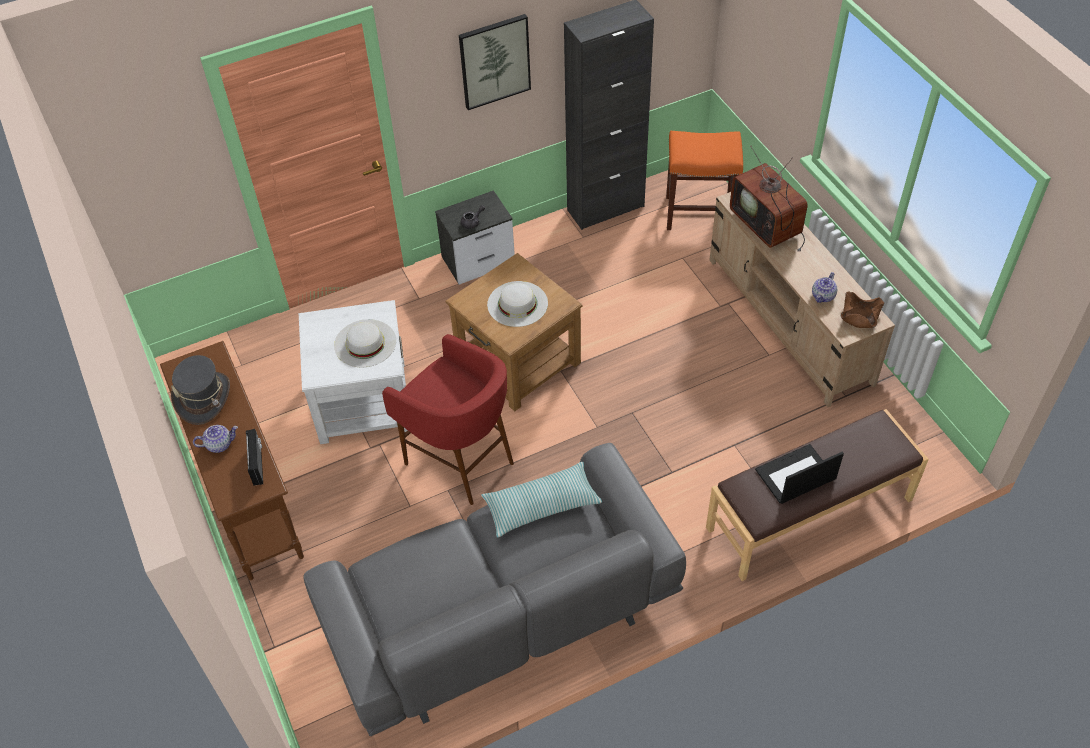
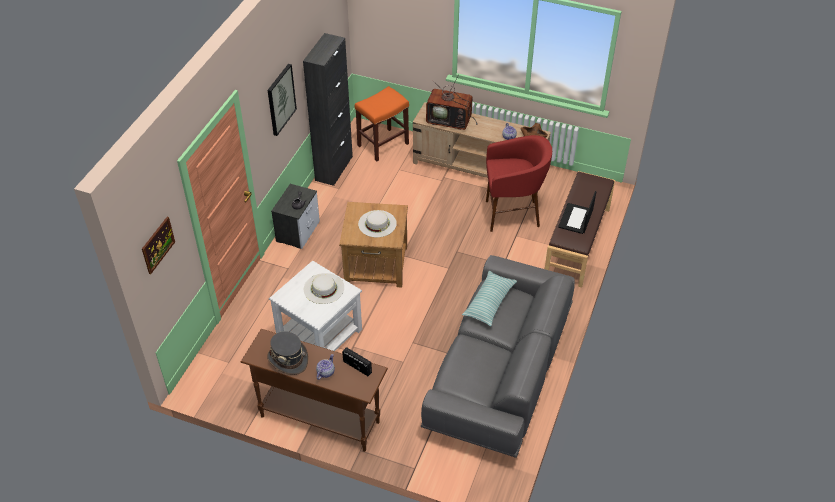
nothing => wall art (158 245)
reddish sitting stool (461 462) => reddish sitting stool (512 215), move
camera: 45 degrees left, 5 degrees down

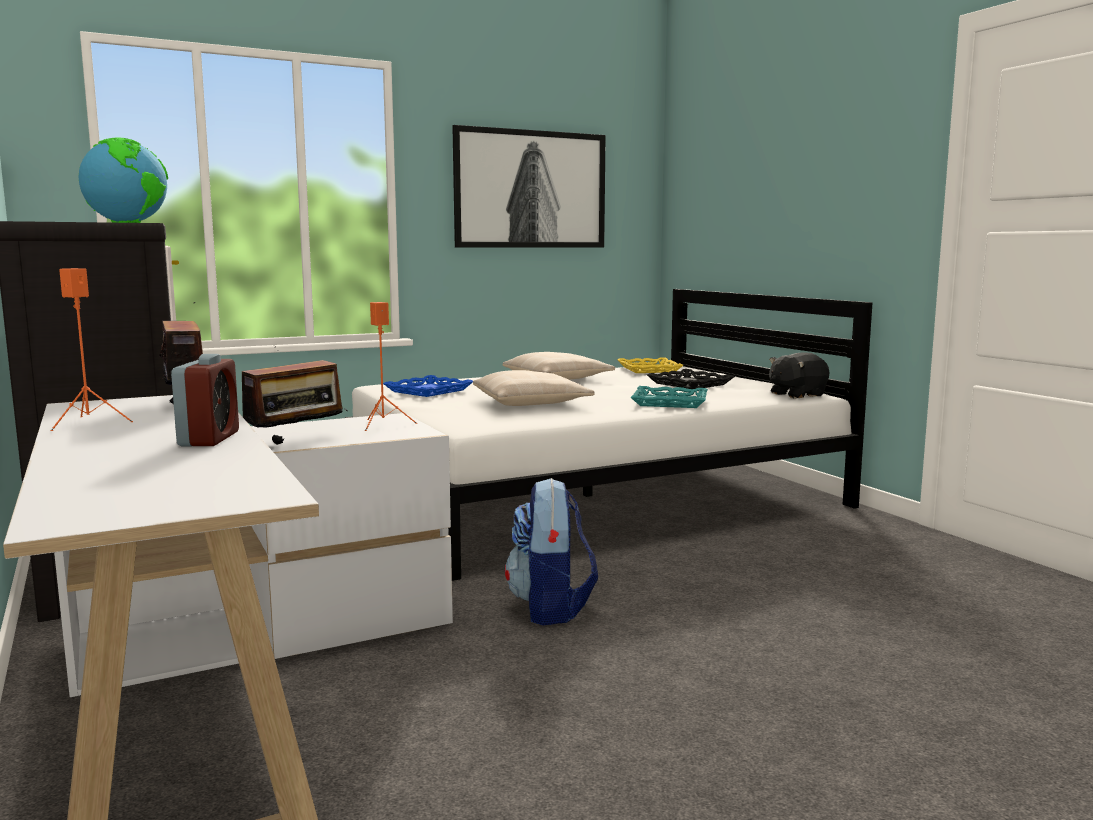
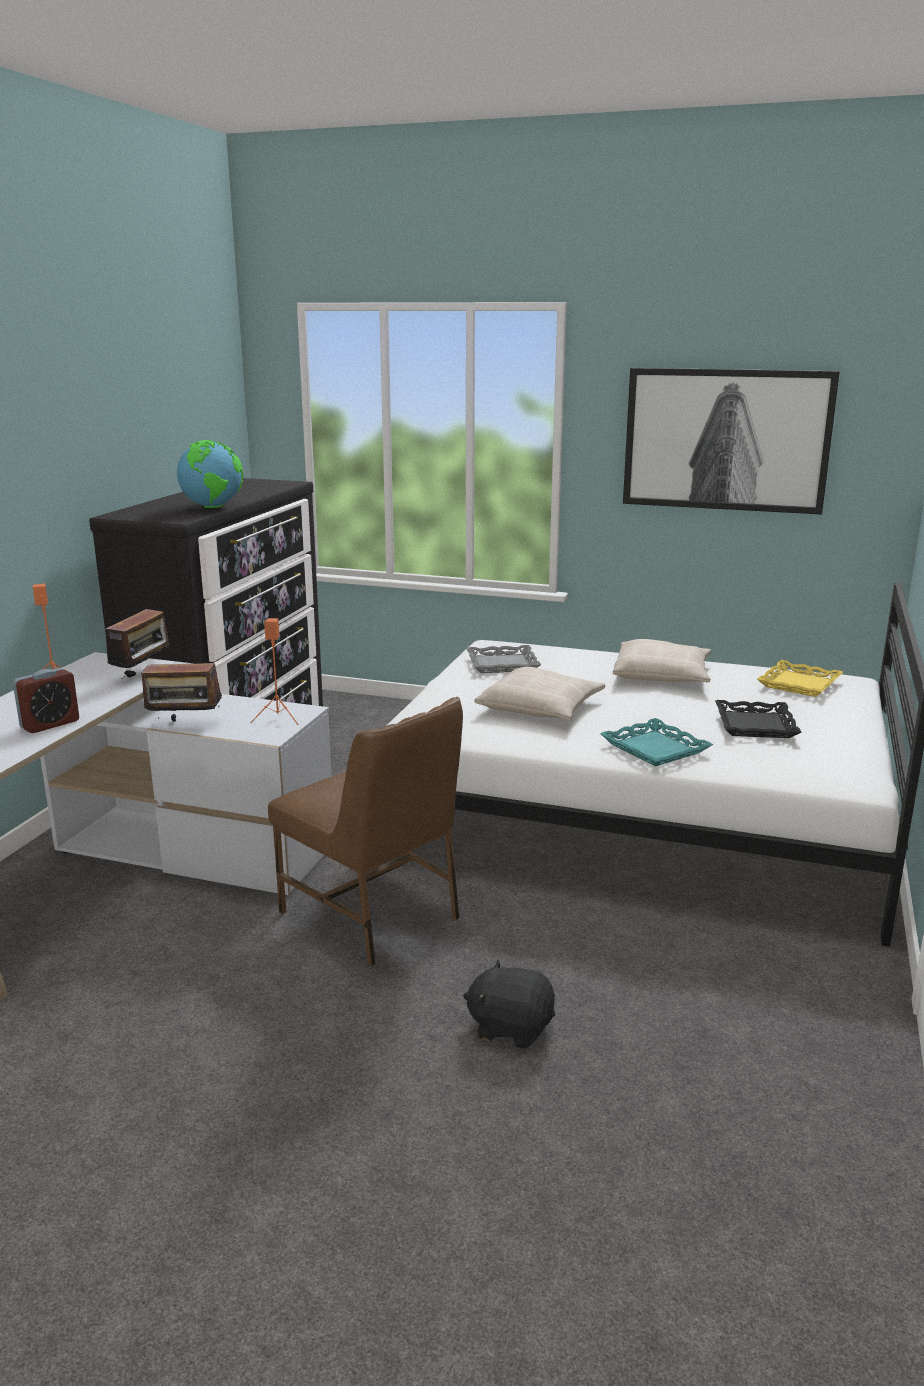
rucksack (551 608) => brown upright chair (372 915)
blackish plush toy (796 395) => blackish plush toy (510 1027), move
bluish carrying tray (428 391) => greyish carrying tray (502 664)
camera: 45 degrees right, 10 degrees up

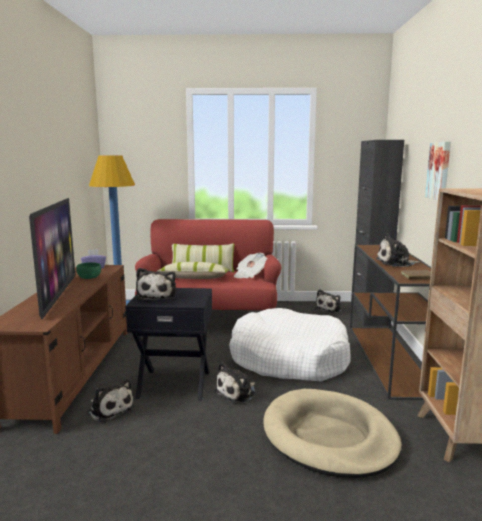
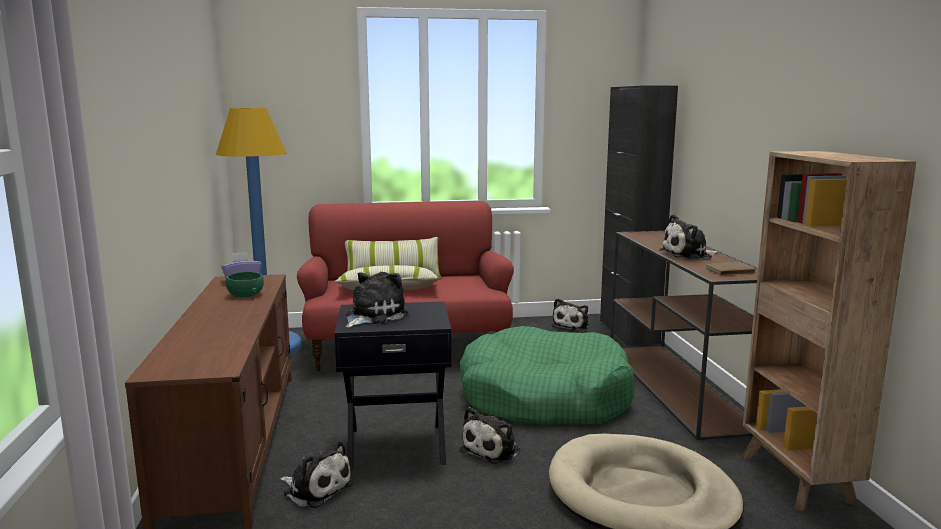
plush toy (158 296) => plush toy (373 316), 135 degrees counterclockwise
white-coloured dog cushion (289 359) => green-coloured dog cushion (544 397)
television (58 294) => nothing
daily paper (250 275) => nothing
wall art (440 170) => nothing
camera: 10 degrees left, 0 degrees up

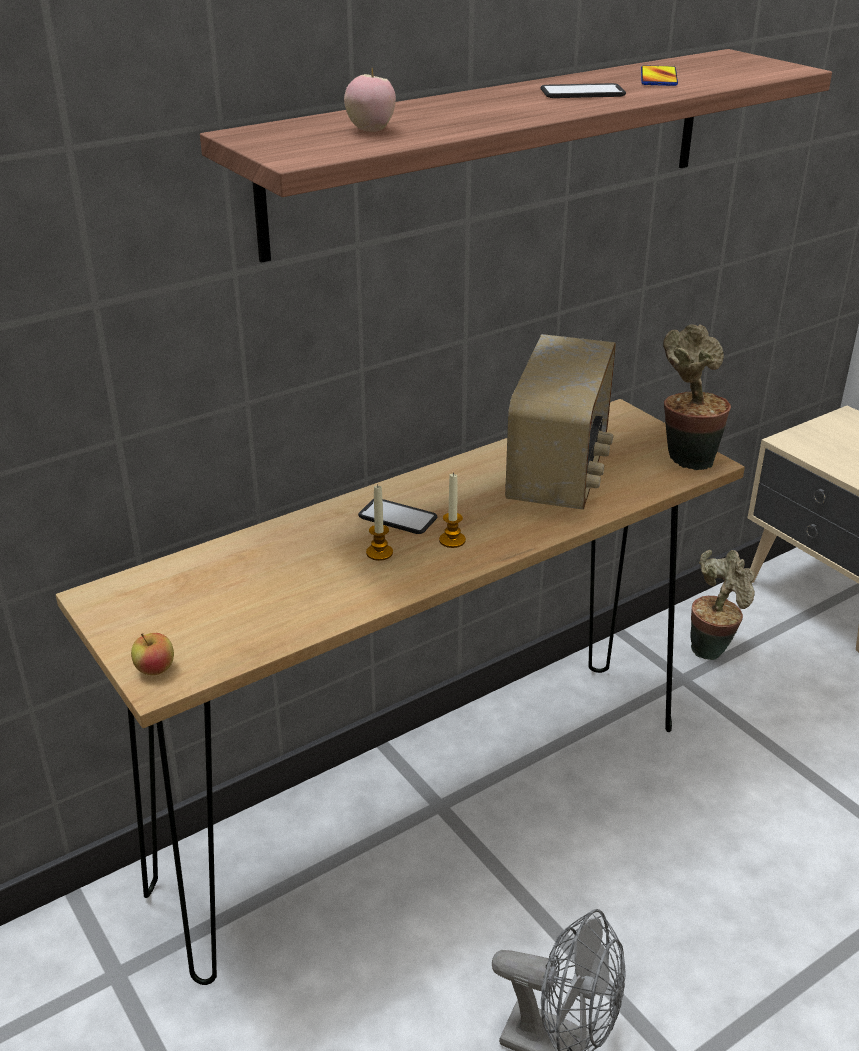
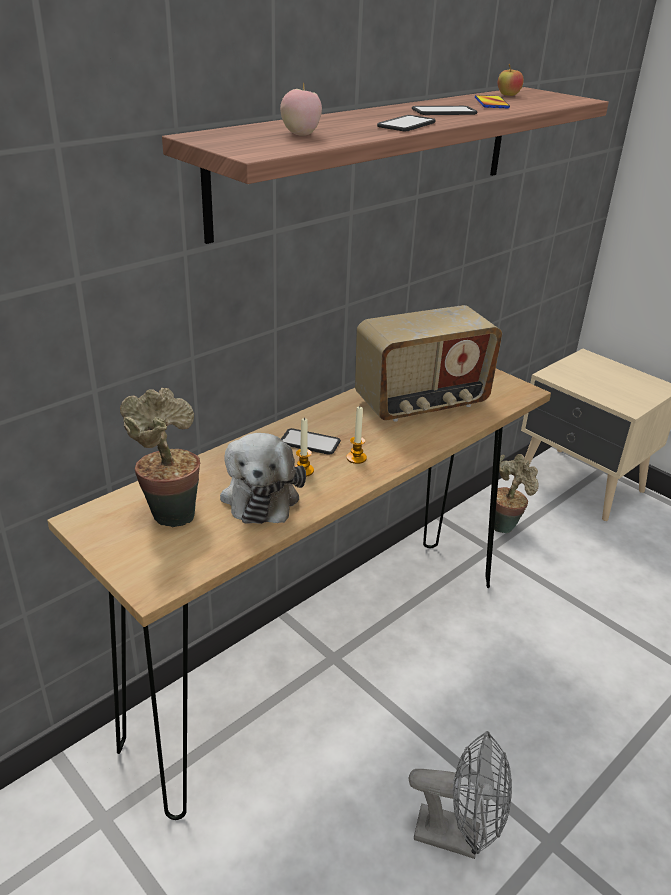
potted plant (686 457) => potted plant (170 512), move
nothing => plush toy (261 495)
radio set (560 474) => radio set (422 404), 60 degrees clockwise
nothing => handset (406 125)
whole apple (155 669) => whole apple (508 95), move
camera: 10 degrees left, 0 degrees up

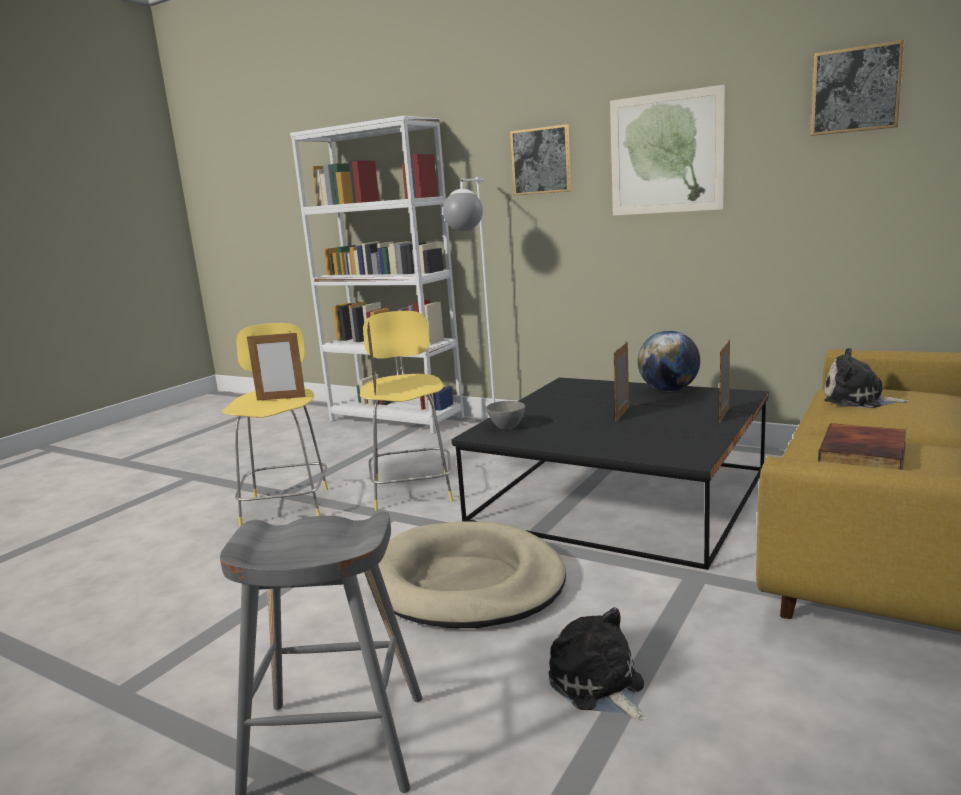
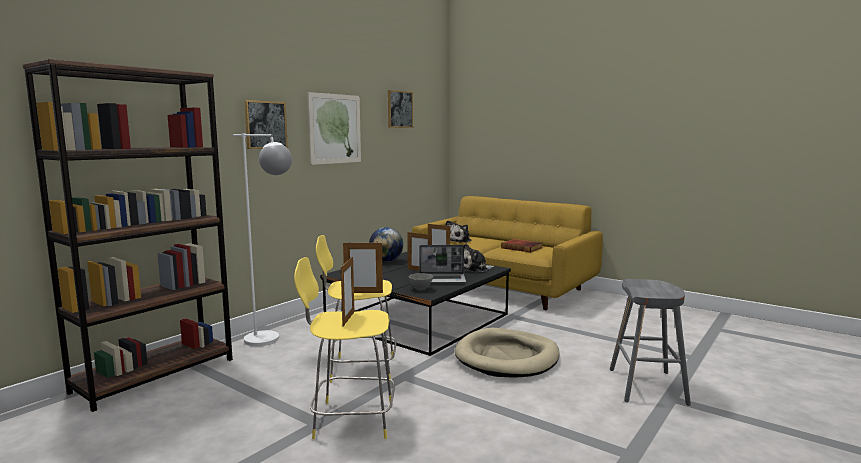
white-coloured shelving unit (396 419) => brown shelving unit (155 375)
nothing => notebook computer (442 279)
plush toy (598 686) => plush toy (475 269), move
camera: 85 degrees left, 5 degrees down

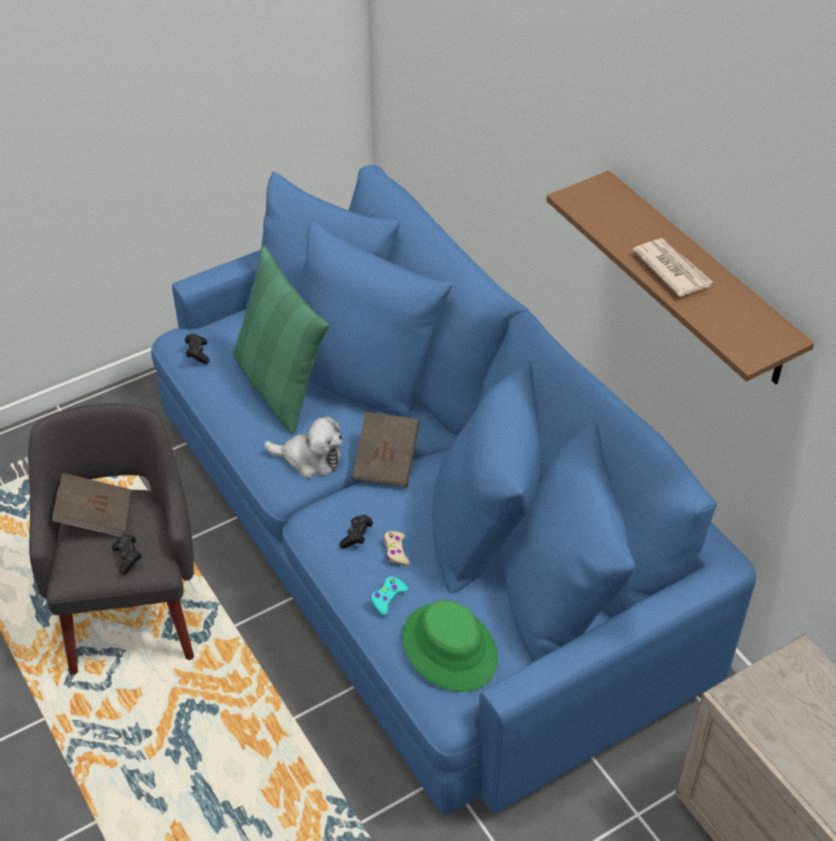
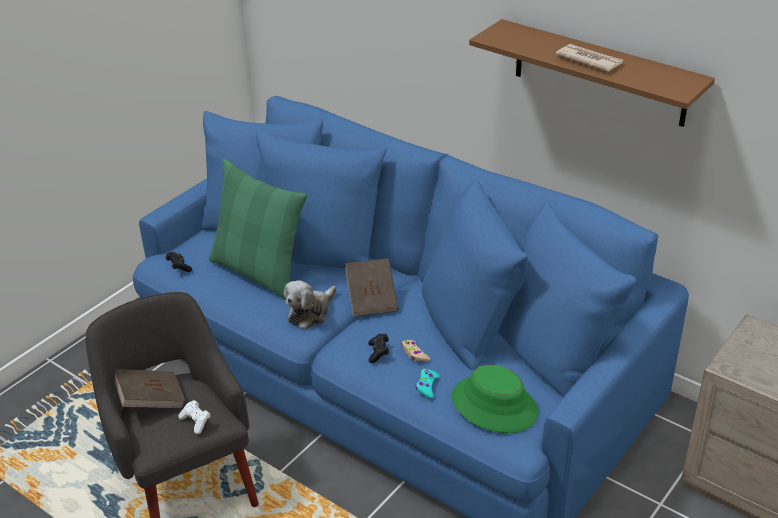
blackish game controller (128 558) => white-coloured game controller (196 422)
plush toy (309 459) => plush toy (310 312), 135 degrees clockwise
camera: 20 degrees left, 10 degrees down

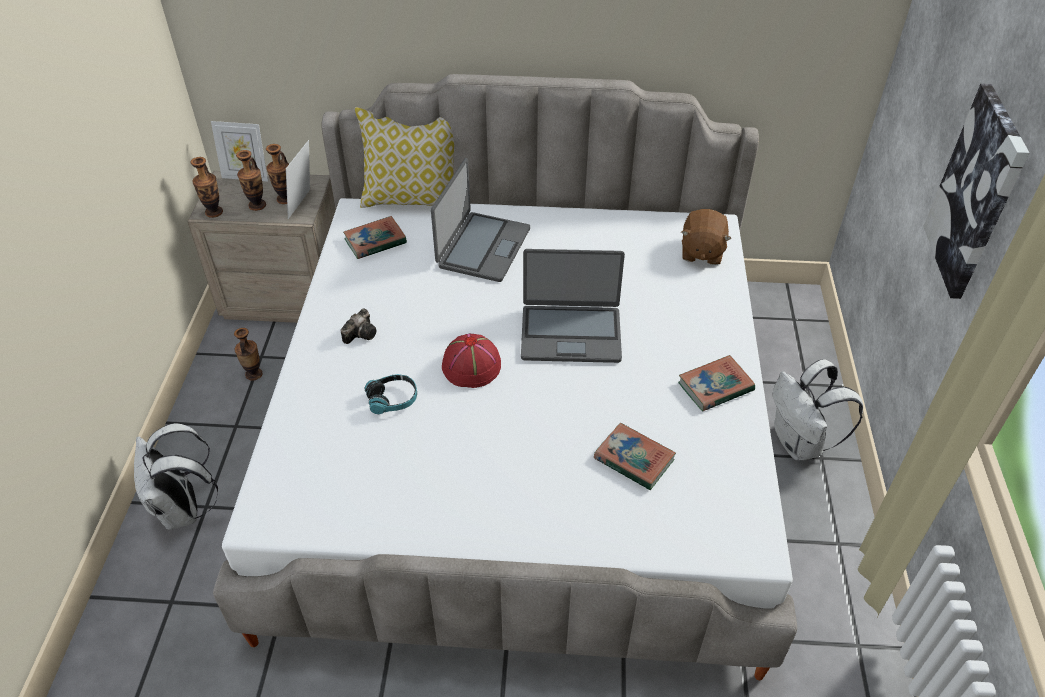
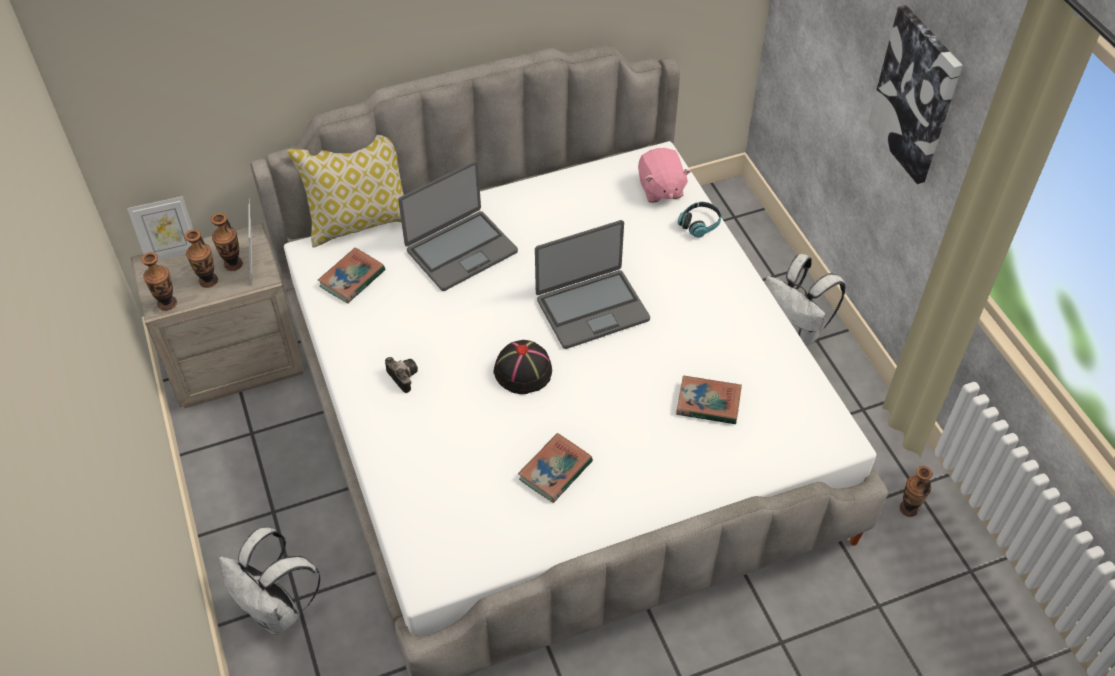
photo camera (362 333) => photo camera (402 376), 45 degrees counterclockwise
notebook computer (482 247) => notebook computer (461 250), 60 degrees clockwise
reddish clothing hat (471 366) => blackish clothing hat (523 371)
volume (715 387) => volume (555 471), move
brown plush toy (701 252) => pinkish plush toy (660 189)
pair of headphones (392 399) => pair of headphones (699 224), move
vase (254 374) => vase (908 508), move
camera: 25 degrees left, 5 degrees up

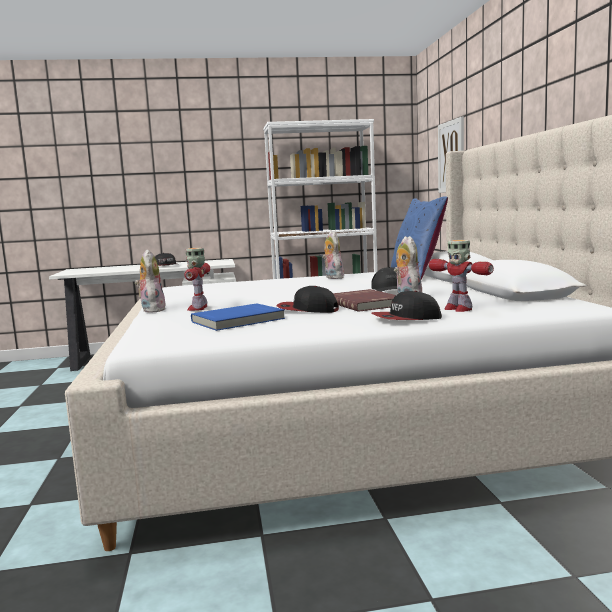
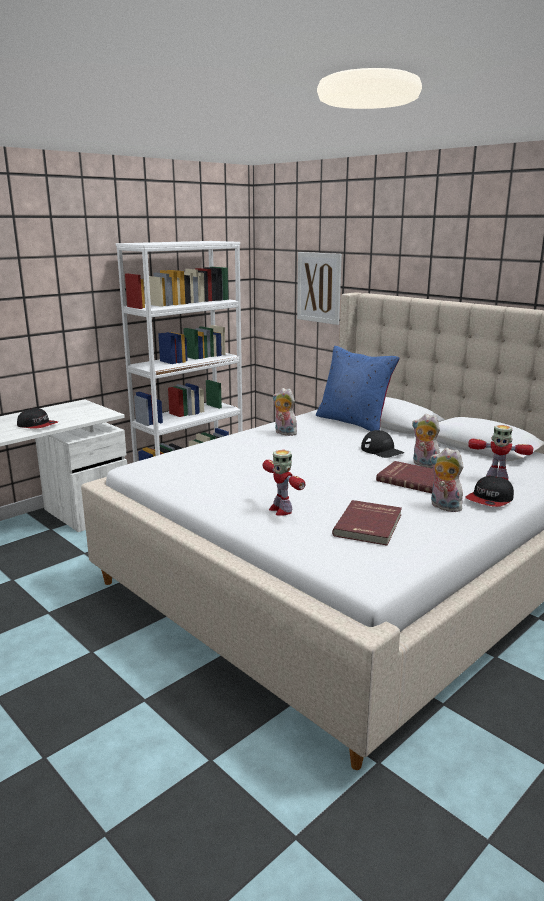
bluish volume (238 320) => reddish volume (369 525)
plush toy (151 310) => plush toy (443 507), move
cap (307 310) => nothing
camera: 35 degrees left, 10 degrees up

